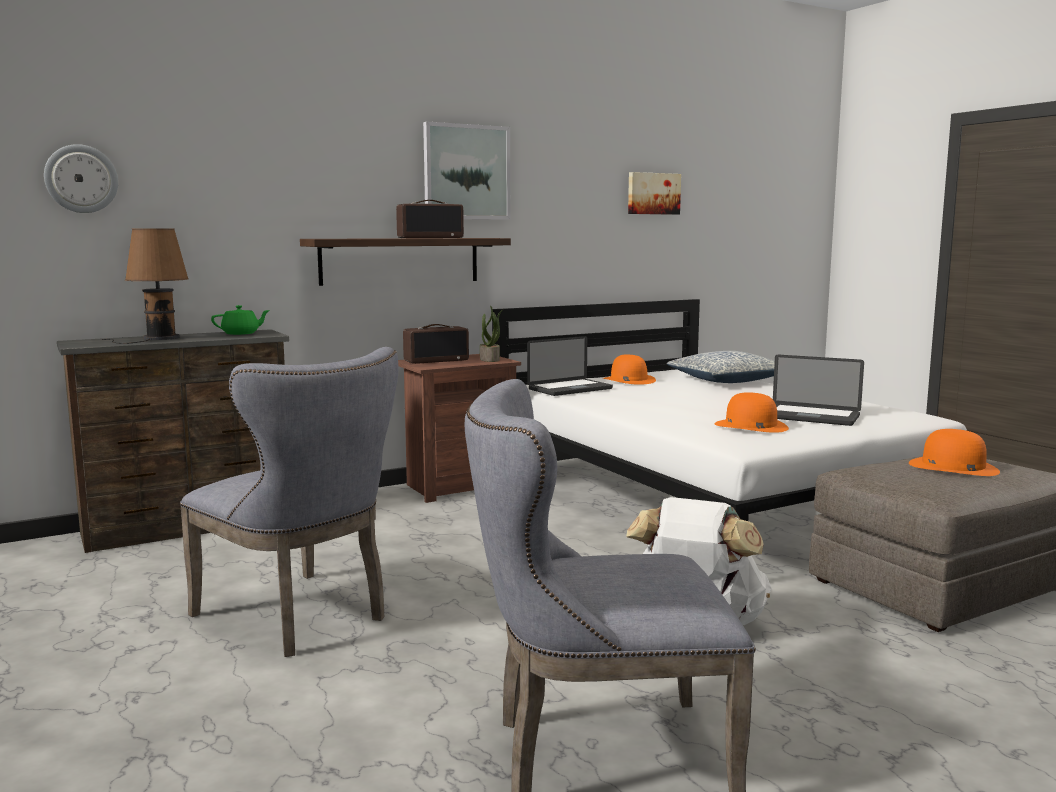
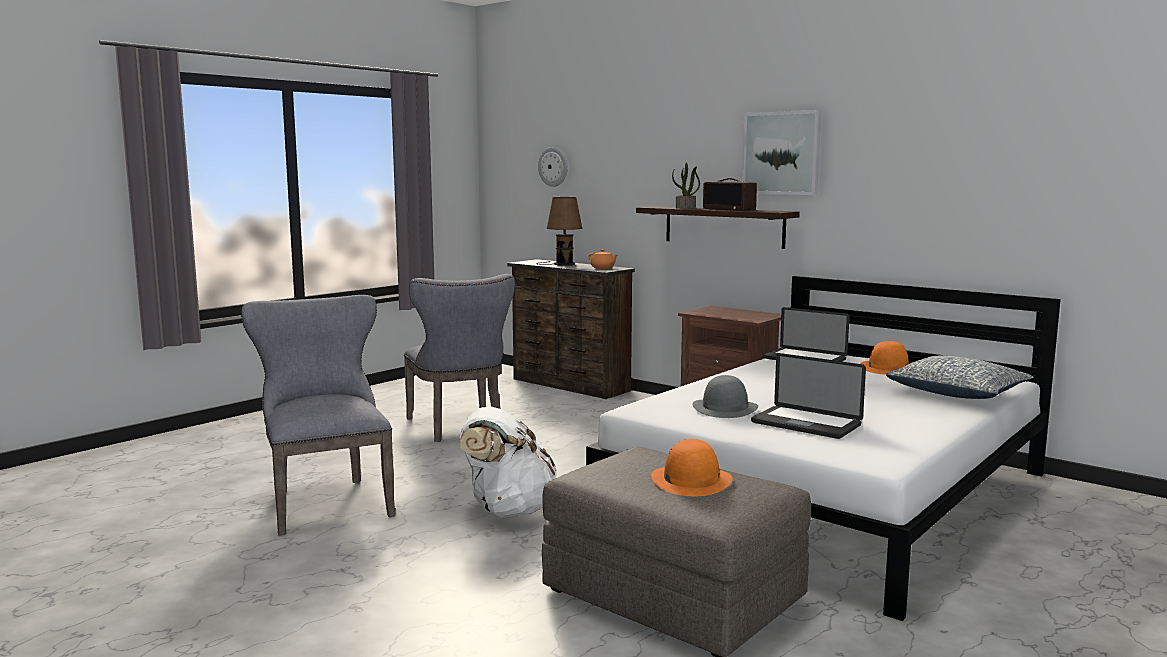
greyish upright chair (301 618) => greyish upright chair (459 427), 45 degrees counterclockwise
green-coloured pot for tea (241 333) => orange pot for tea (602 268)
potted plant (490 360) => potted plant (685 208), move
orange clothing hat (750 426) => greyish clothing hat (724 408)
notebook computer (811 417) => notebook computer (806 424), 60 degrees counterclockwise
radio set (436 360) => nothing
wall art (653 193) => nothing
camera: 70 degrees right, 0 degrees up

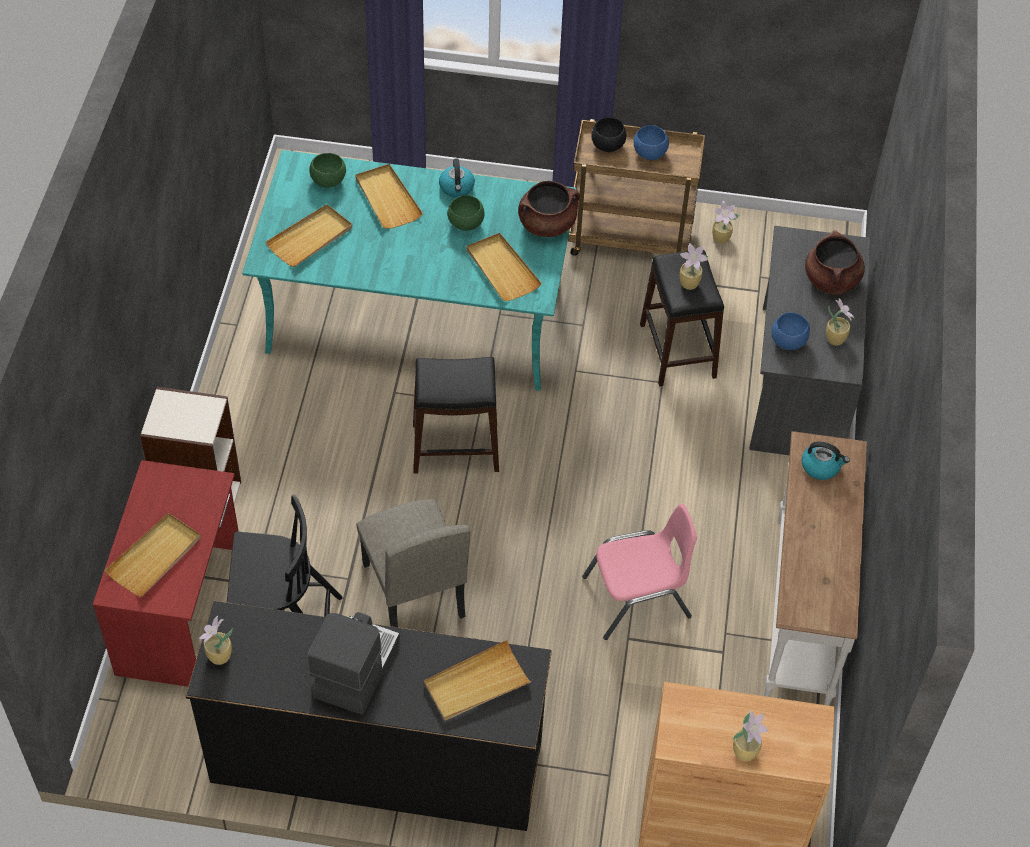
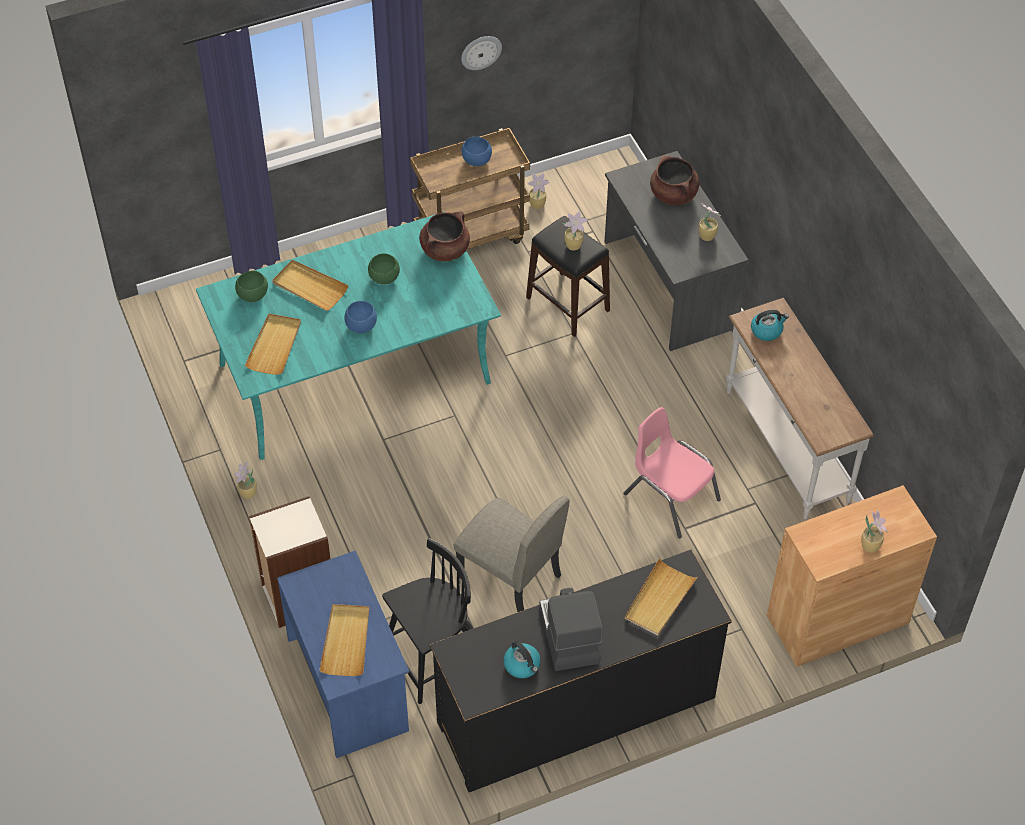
potted plant (218 657) => potted plant (248 493), move
reddish desk table (182 610) => bluish desk table (349 683)
bluish deep dish (787 341) => bluish deep dish (361 326), move
nothing => clock on the wall (480 52)
tea kettle (457 188) => tea kettle (522 665), move
pinkish upright chair (637 598) => pinkish upright chair (671 497), 90 degrees counterclockwise
blackish sitting stool (456 448) => nothing
beige-coloured carrying tray (502 269) => nothing
blackish deep dish (607 145) => nothing
camera: 30 degrees left, 0 degrees up

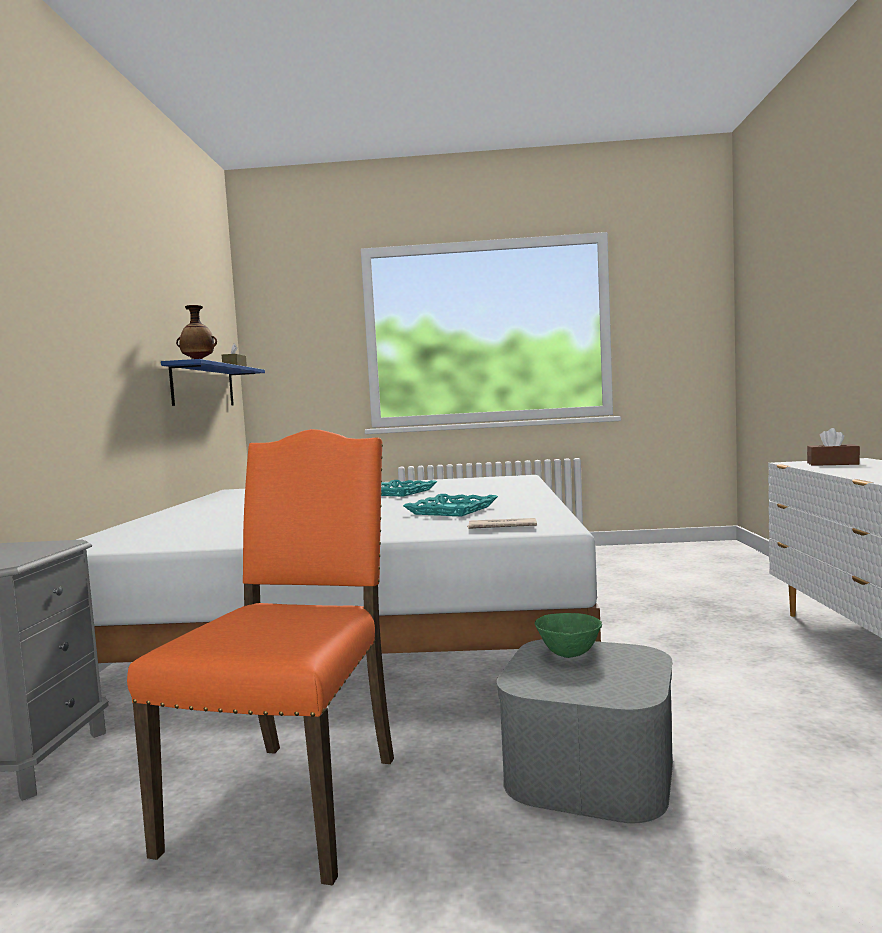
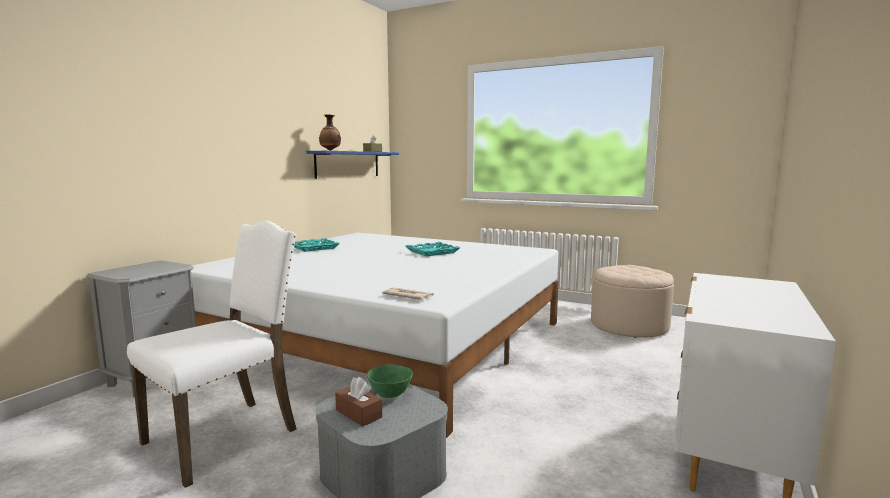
orange upright chair (293 800) => white-coloured upright chair (225 436)
blue-green carrying tray (451 510) => blue-green carrying tray (314 248), move
brown box of tissues (832 464) => brown box of tissues (358 414), move
nothing => beige-coloured ottoman (629 325)
camera: 25 degrees right, 5 degrees up

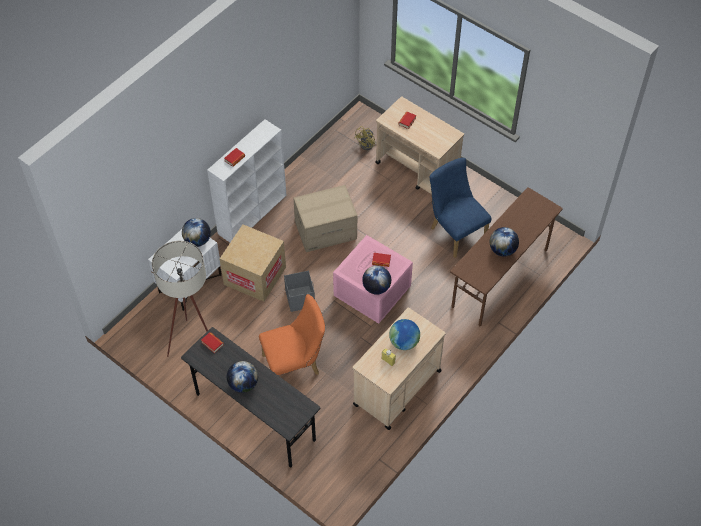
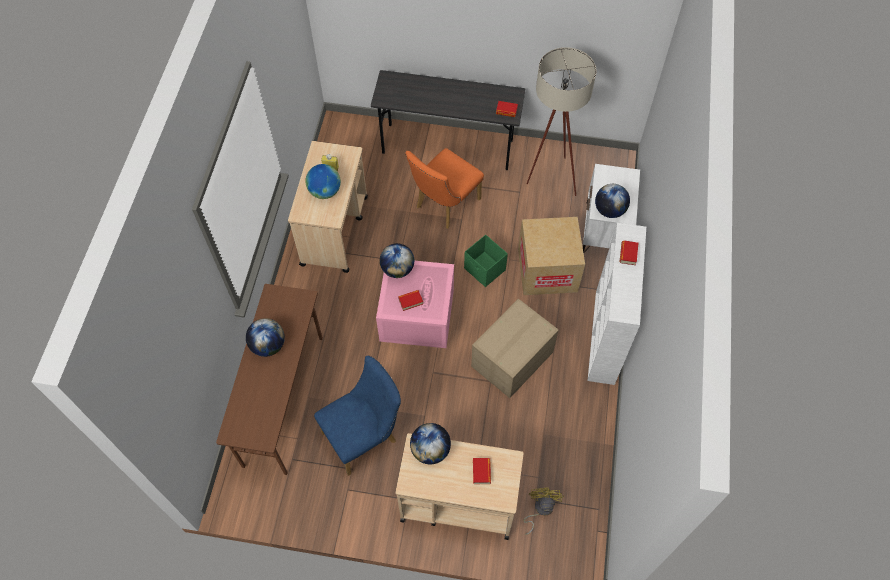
bluish upright chair (455 231) => bluish upright chair (364 436), 60 degrees counterclockwise
globe (243 384) => globe (430 450), move
greyish storage container (300 298) => green-coloured storage container (485 270)
camera: 150 degrees right, 5 degrees up

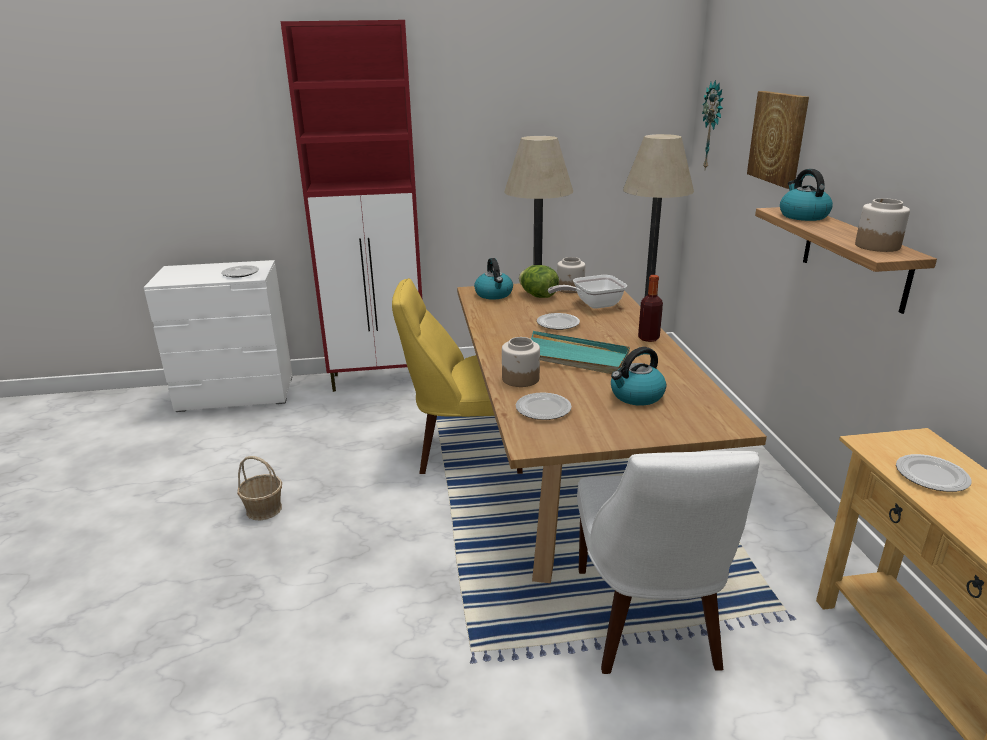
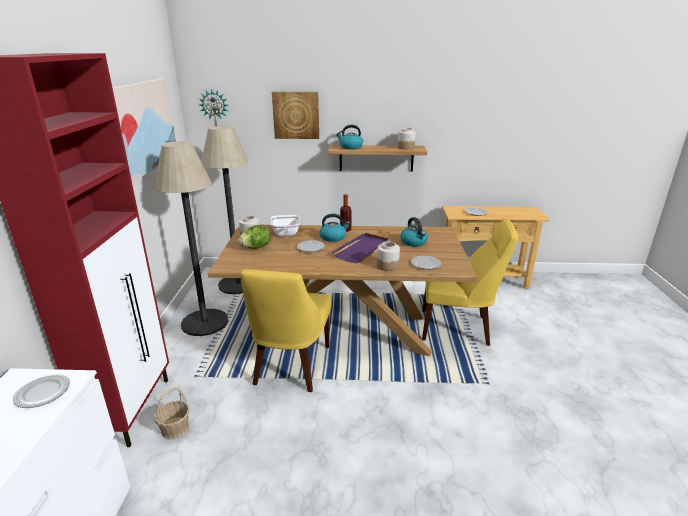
nothing => wall art (142 126)
storage basket (264 509) => storage basket (175 428), move
tea kettle (494 294) => tea kettle (333 237), move
blue-green carrying tray (573 357) => purple carrying tray (362 250)
white-coloured upright chair (647 622) => yellow upright chair (458 328)
camera: 80 degrees left, 0 degrees up

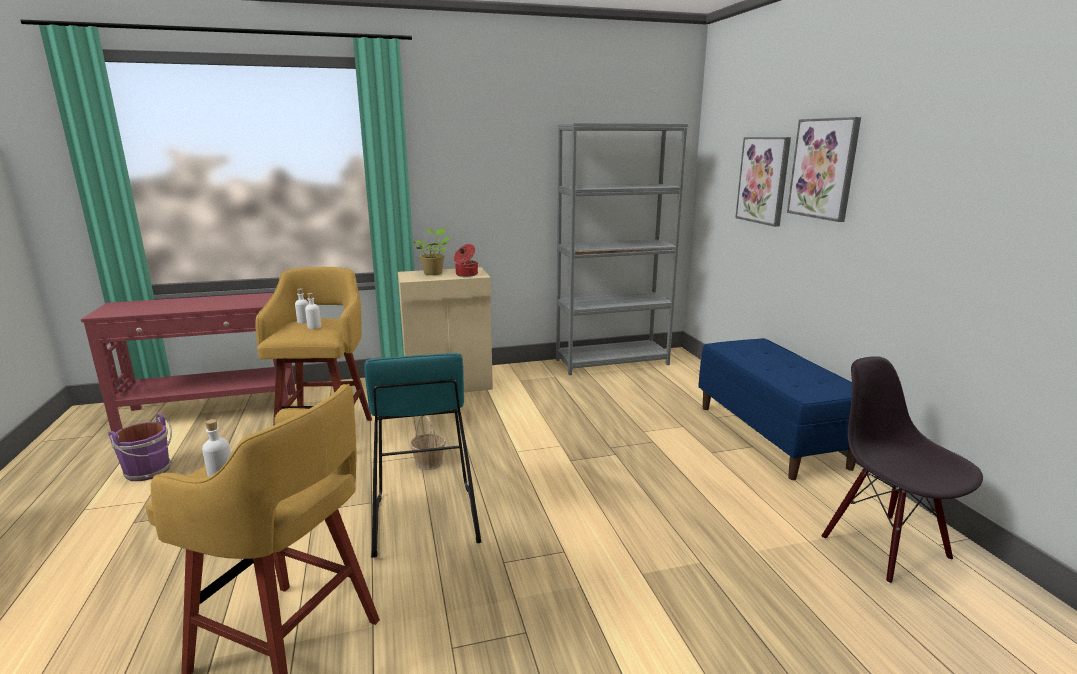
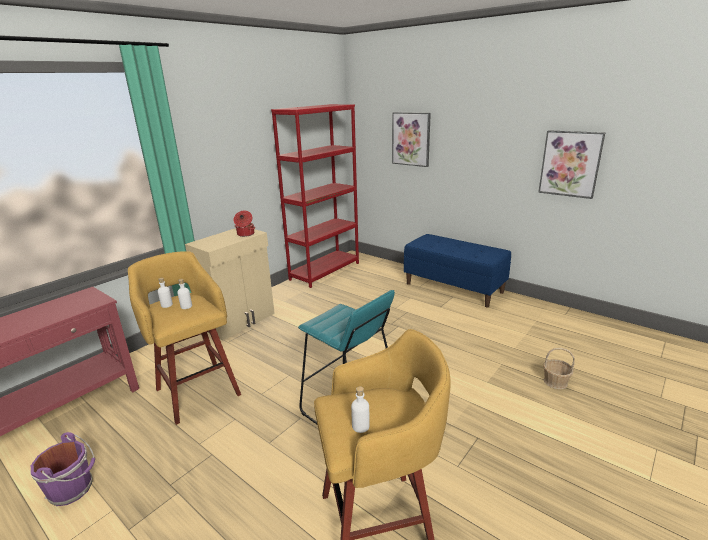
greyish shelving unit (612 362) => reddish shelving unit (325 271)
wall art (823 168) => wall art (570 164), move
storage basket (429 462) => storage basket (555 382), move
potted plant (433 273) => nothing
blackish upright chair (886 547) => nothing
camera: 35 degrees left, 5 degrees up

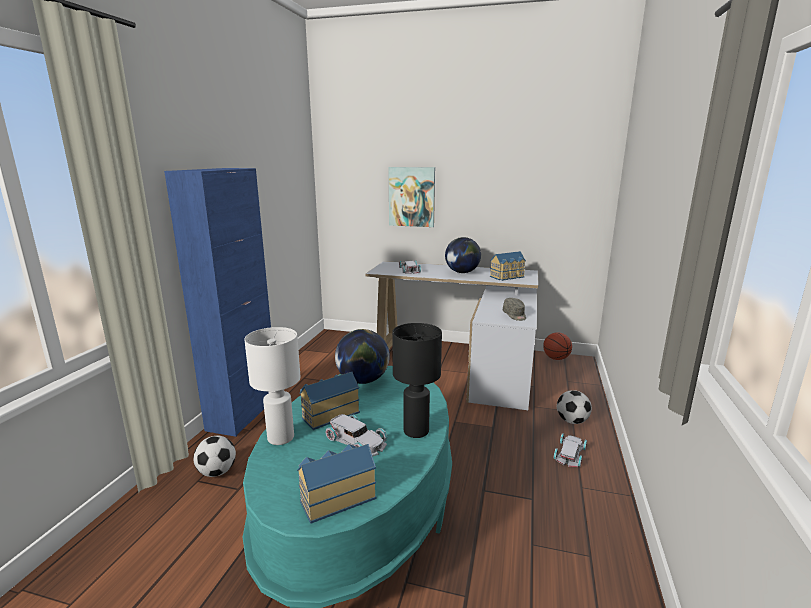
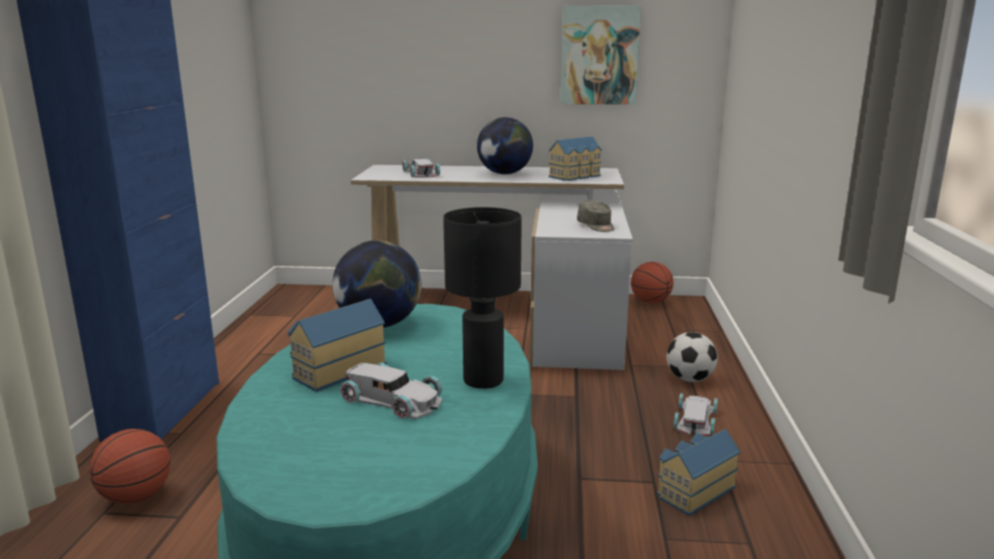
football ball (217 472) => basketball (136 497)
wall art (412 197) => wall art (599 55), move
toy house (336 497) => toy house (693 491), move
white-coloured tabletop lamp (280 437) => nothing
camera: 10 degrees left, 0 degrees up

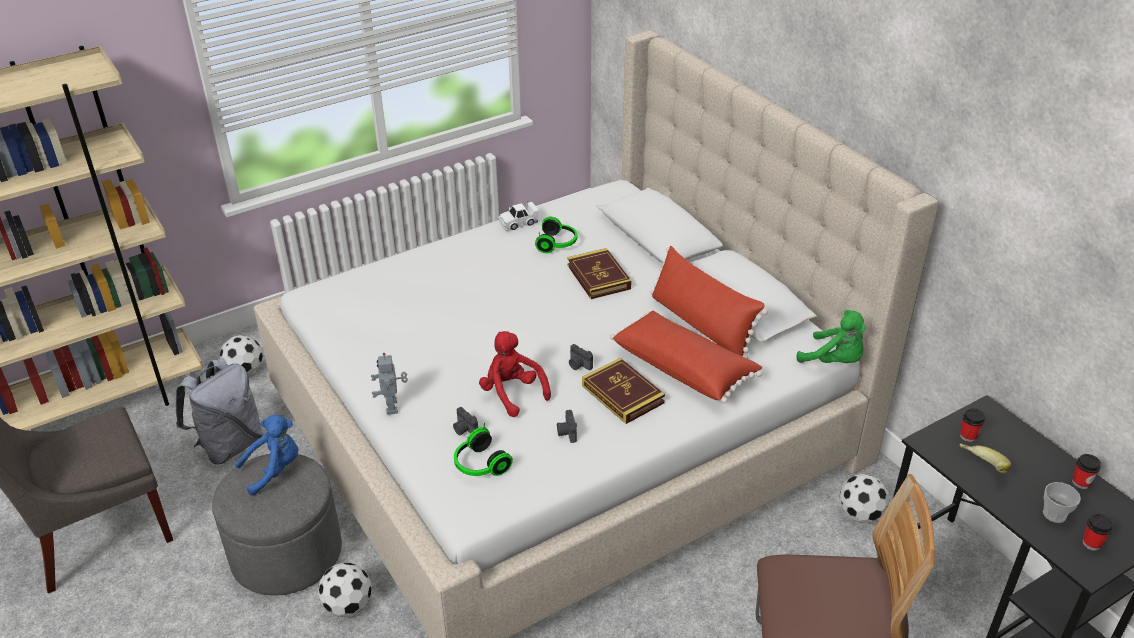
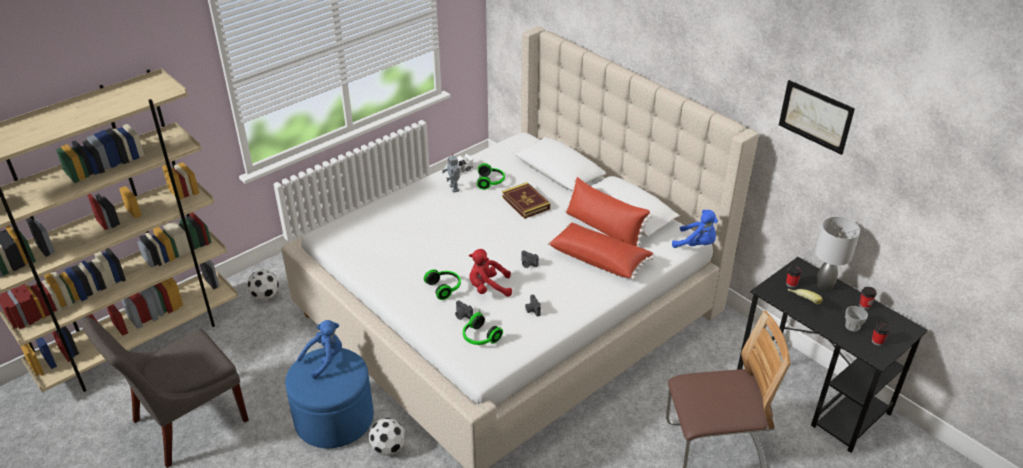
greyish ottoman (286 553) => bluish ottoman (334 419)
nothing => pair of headphones (445 288)
toy robot (393 407) => toy robot (455 188), move
reddish plush toy (512 393) => reddish plush toy (488 288), 45 degrees counterclockwise
green-coloured plush toy (834 361) => bluish plush toy (696 244)
nothing => wall art (815 116)
nothing => greyish tabletop lamp (825 286)
greyish rucksack (230 445) => nothing
volume (622 394) => nothing
football ball (860 514) => nothing
camera: 10 degrees left, 0 degrees up

